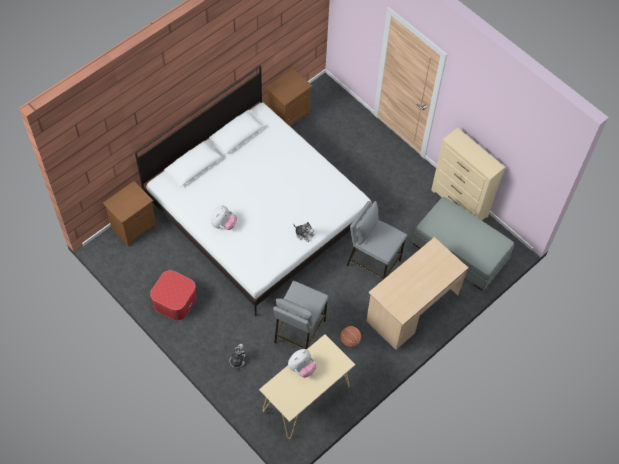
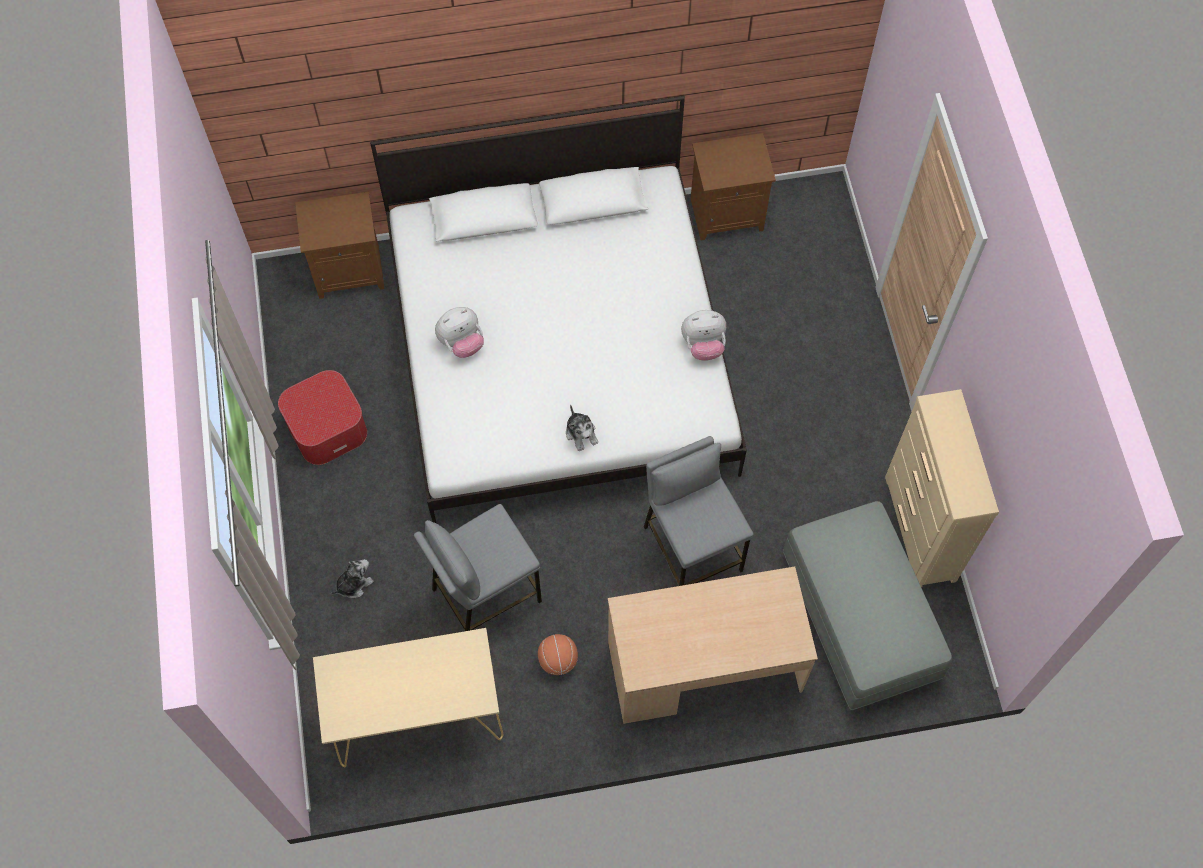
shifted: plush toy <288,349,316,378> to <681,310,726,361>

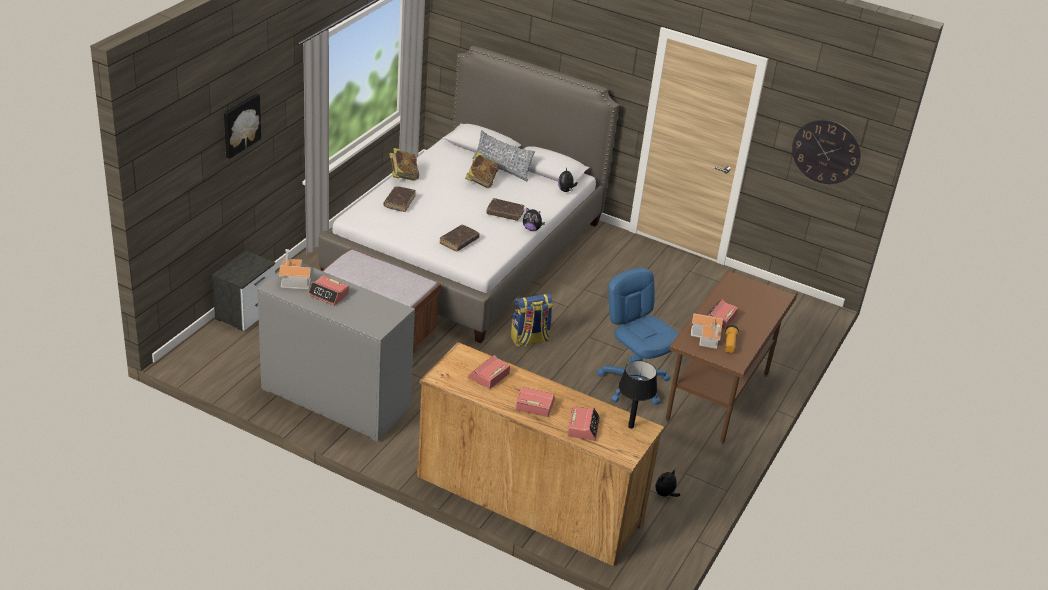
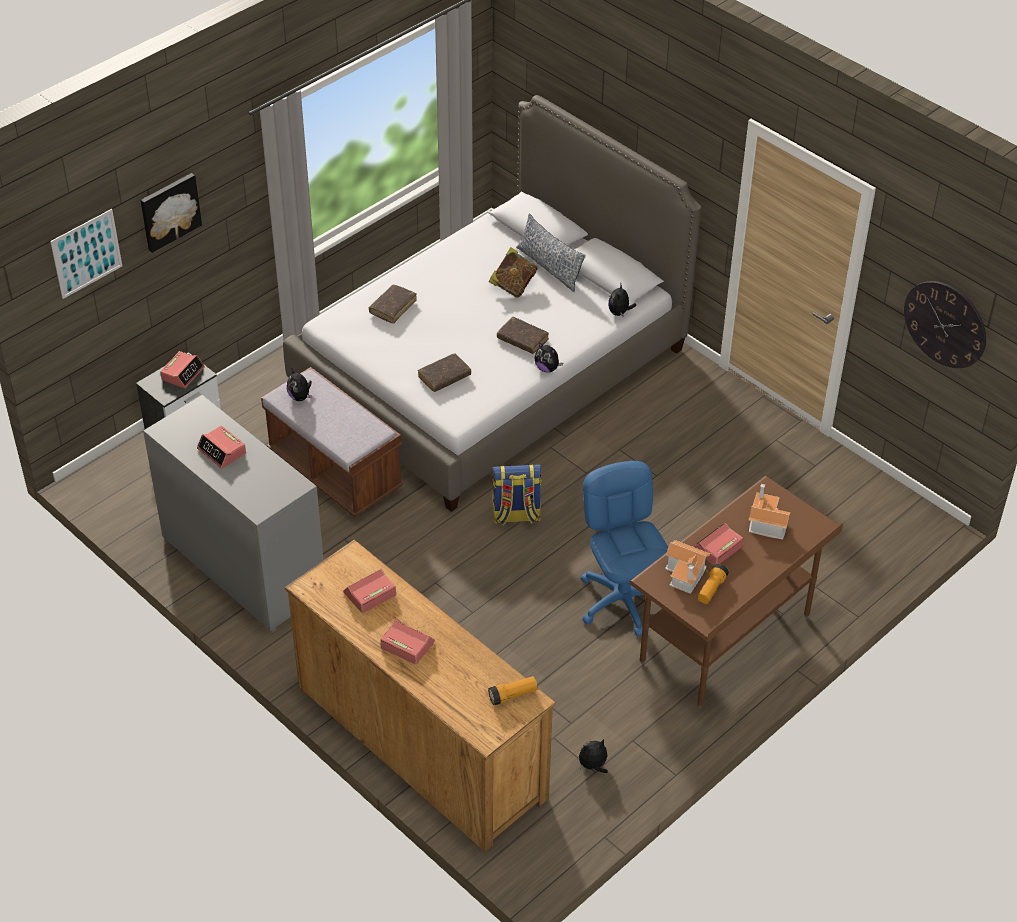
gone: bound book <389,148,419,181>
new: picture <50,209,122,299>; plush toy <287,368,312,401>
shifted: toy house <279,249,311,289> to <749,484,790,540>; bedside clock <567,406,600,441> to <160,351,205,388>
swapped: blackish table lamp <618,360,657,429> to flashlight <488,676,538,705>

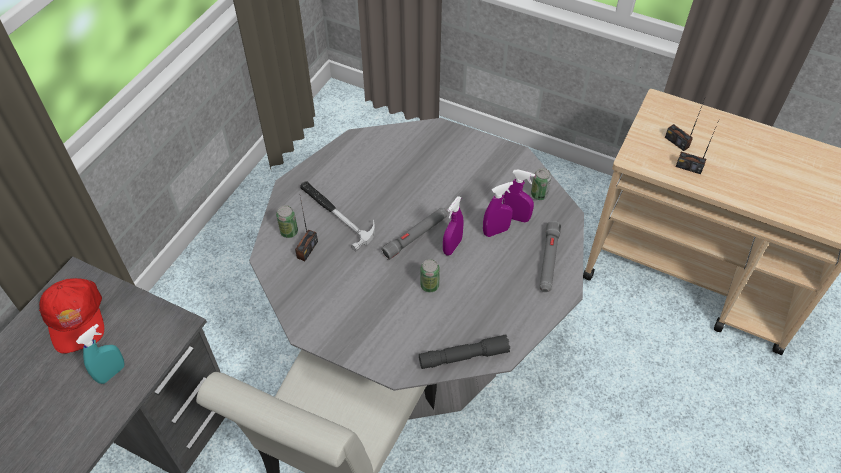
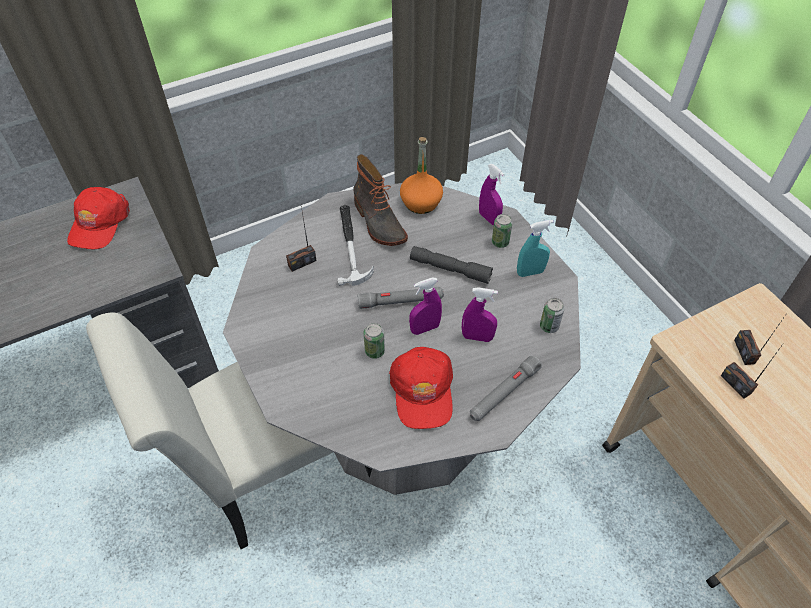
new: orange beverage bottle <400,137,443,214>; tall boot <354,154,408,246>; reddish baseball cap <389,347,453,429>
shifted: purple-coloured sprayer <503,169,535,222> to <479,164,505,225>; sealed can <276,205,298,238> to <492,214,513,248>; turquoise-coloured sprayer <76,324,125,384> to <517,220,554,277>; grey flashlight <419,335,510,369> to <410,246,493,284>

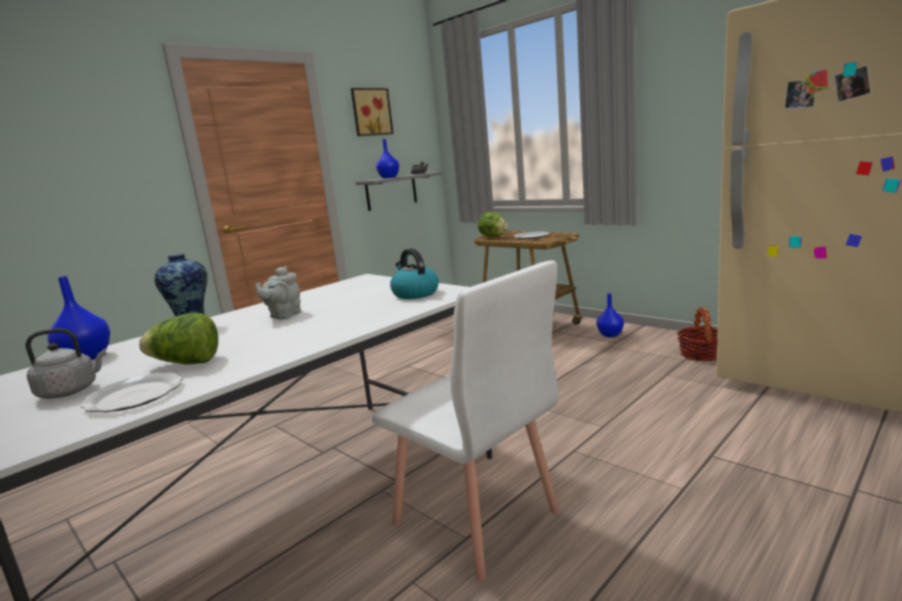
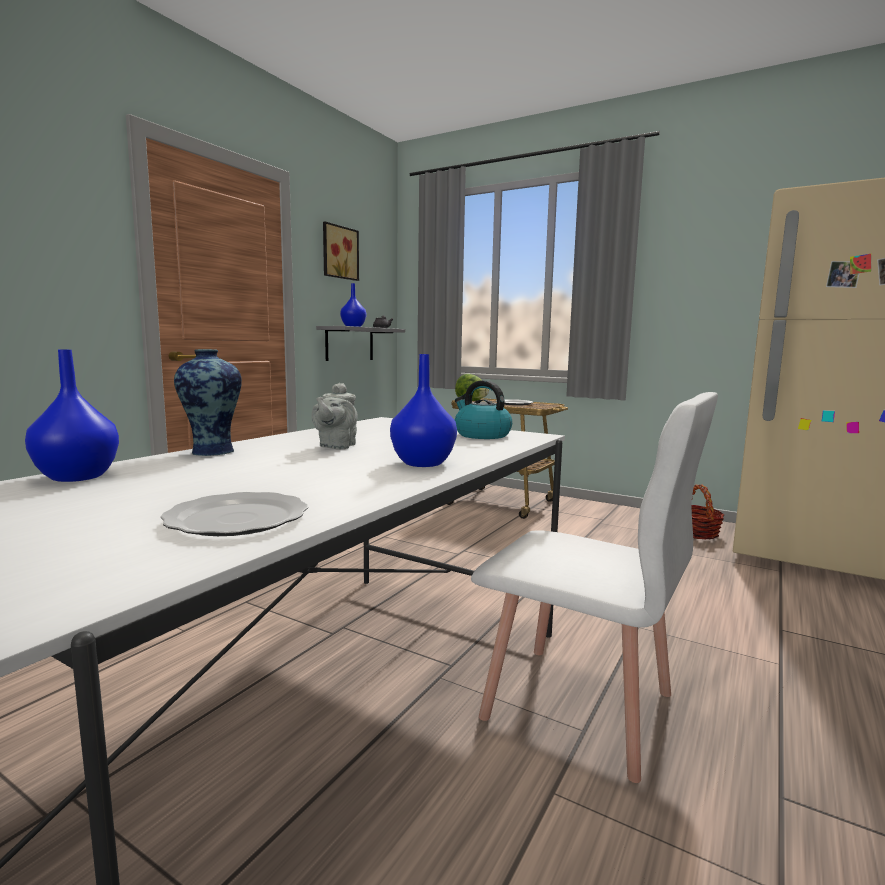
gone: lettuce head <139,312,218,364>; grey tea kettle <25,328,106,399>
shifted: blue-coloured decorative vase <596,293,624,337> to <390,354,457,467>

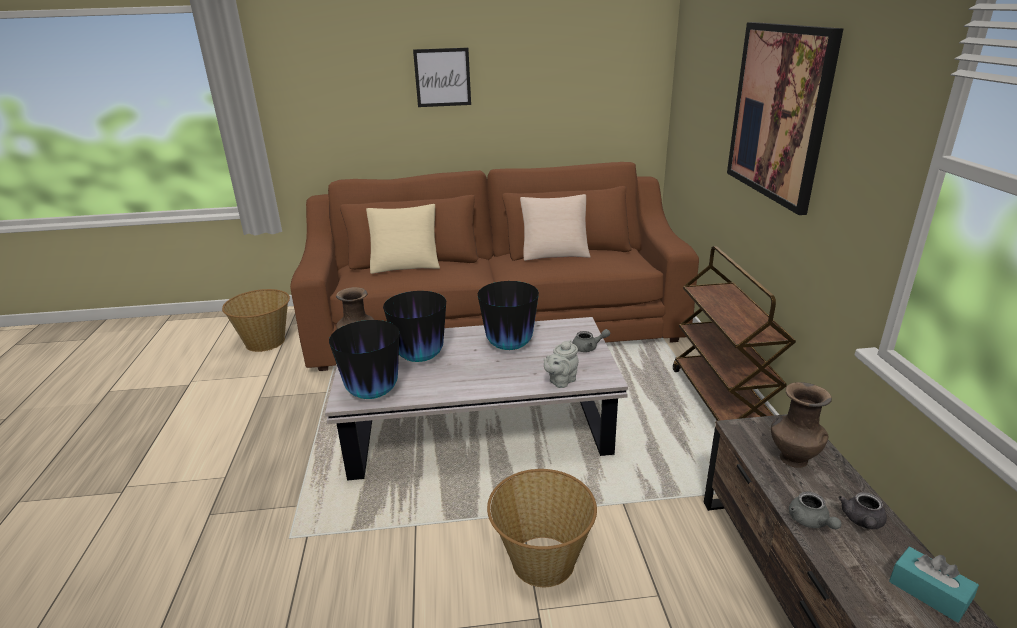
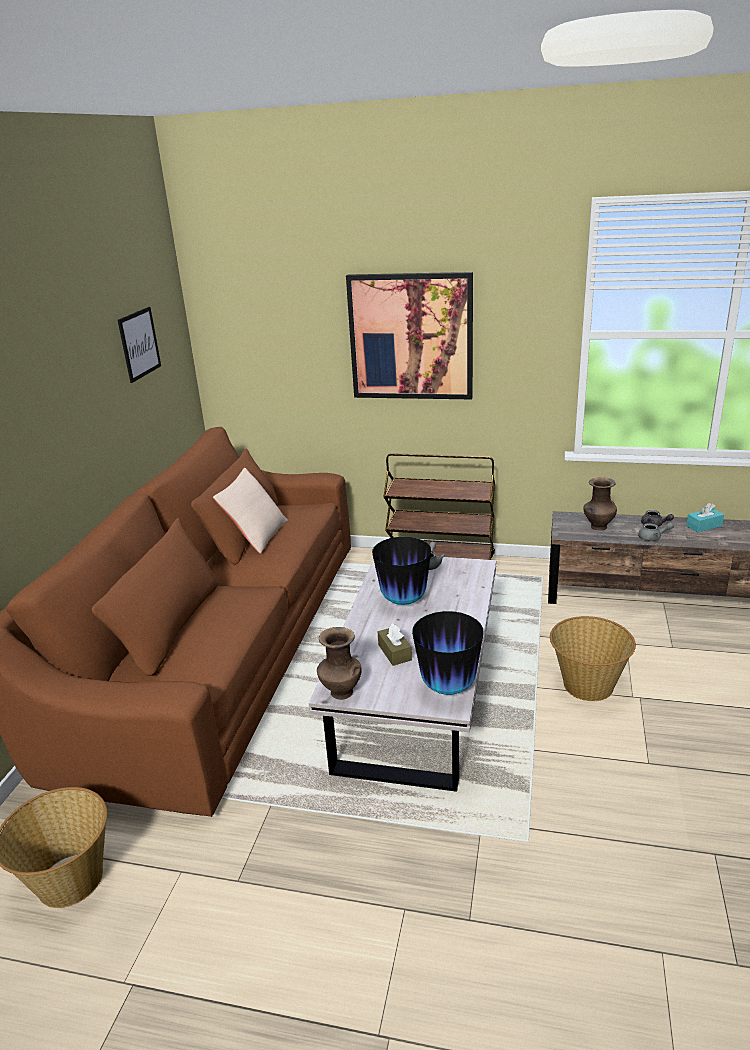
gone: beige-coloured cushion <366,204,440,274>; grey pot for tea <544,340,578,388>
shifted: picture <413,48,471,107> to <118,307,161,383>
swapped: decorative vase <383,291,446,362> to brown-coloured box of tissues <378,623,412,666>

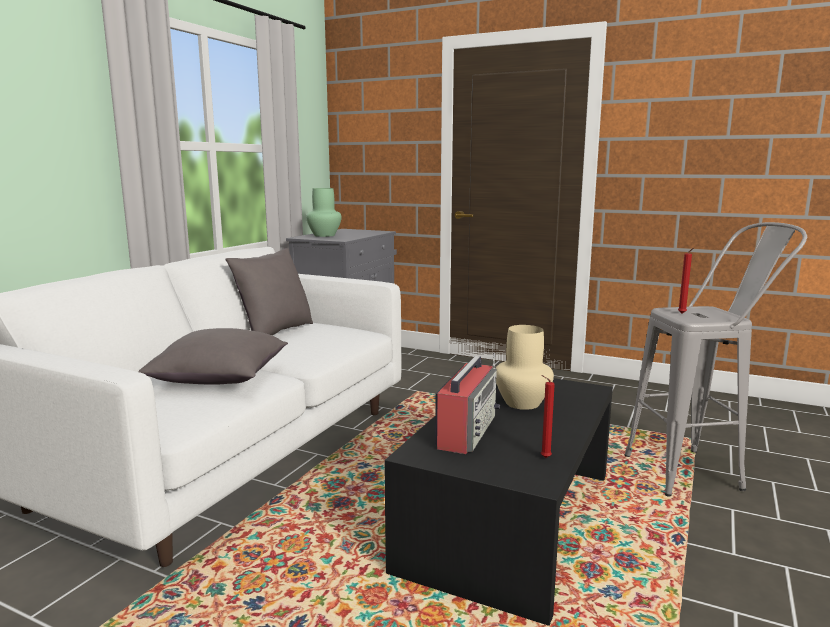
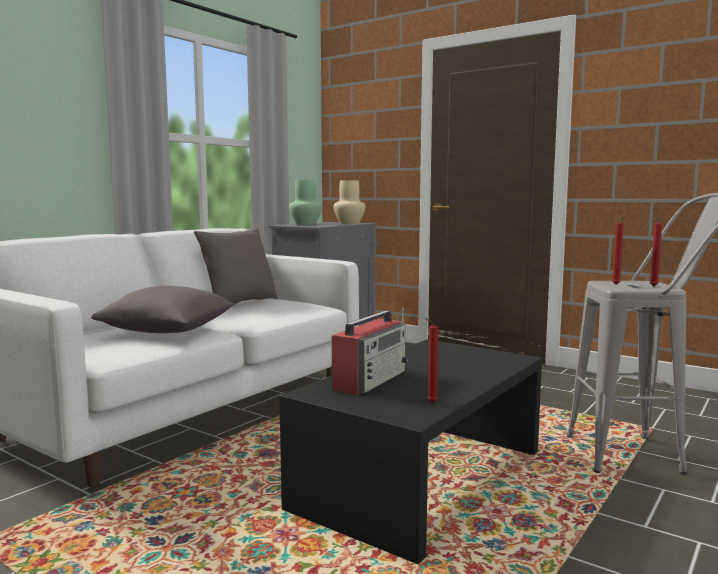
new: reddish wax light <649,216,662,286>
shifted: beige-coloured decorative vase <495,325,554,410> to <333,180,365,224>

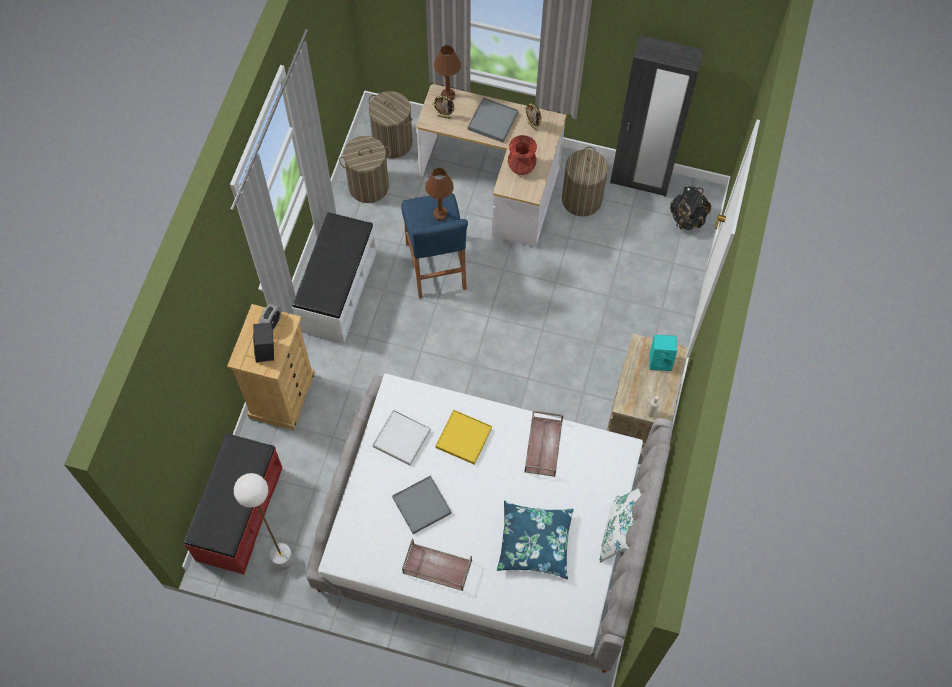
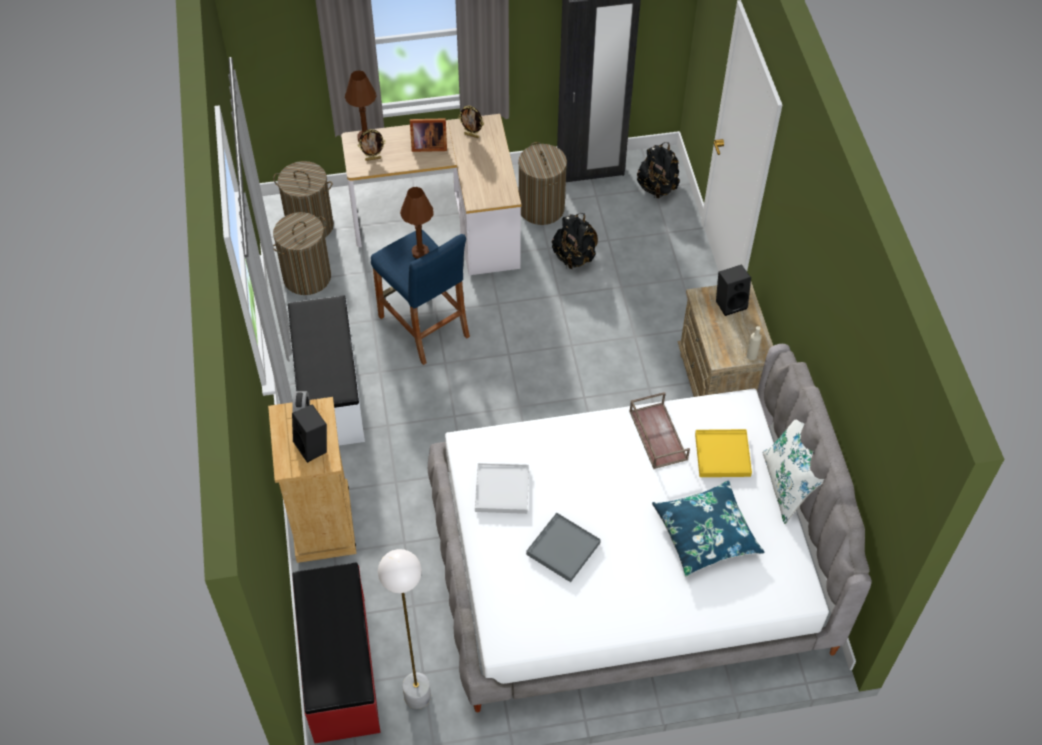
gone: reddish decorative vase <508,135,537,175>; brown-coloured tray <402,539,472,591>
new: blackish rucksack <552,213,598,269>
shifted: yellow tray <436,410,492,465> to <695,429,752,477>
swapped: grey tray <468,97,518,143> to photo frame <410,118,447,152>
repainted: turquoise-coloured loudspeaker <649,335,677,371> to blackish loudspeaker <716,264,751,316>

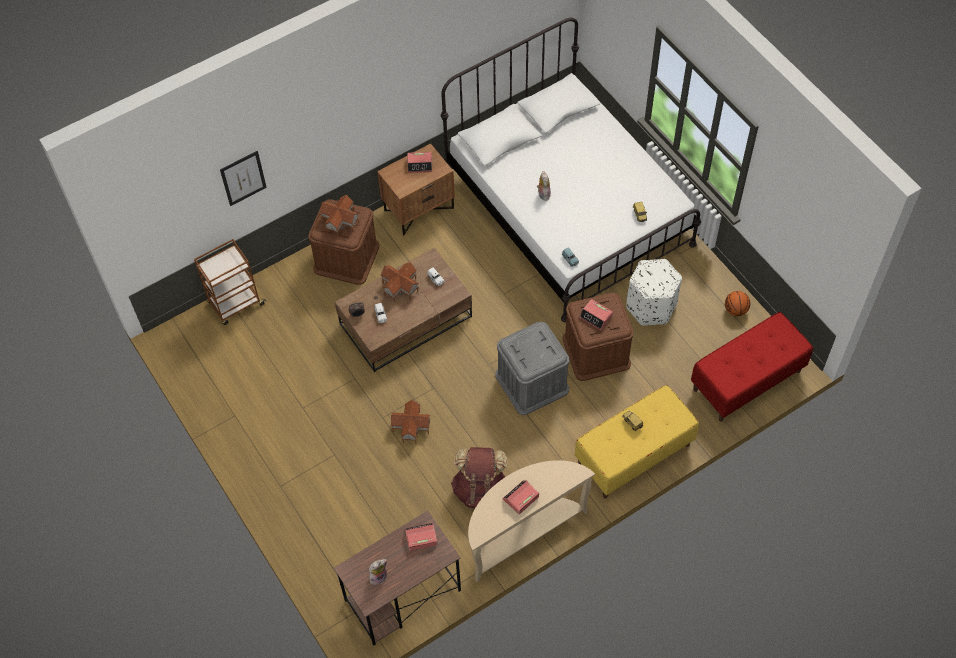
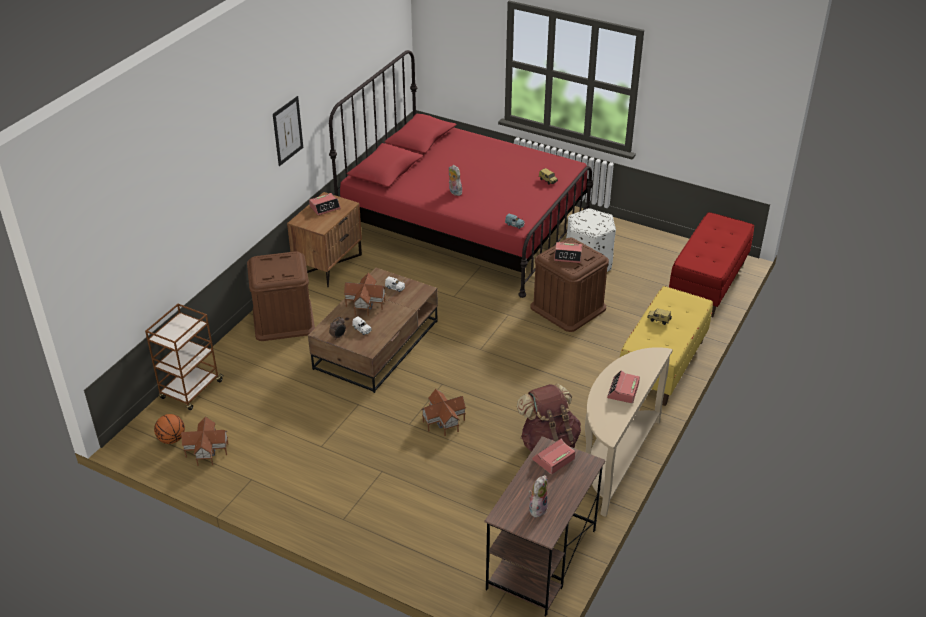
gone: grey storage bin <495,322,569,415>
shifted: picture <220,151,267,206> to <273,96,303,166>; toy house <319,195,359,237> to <181,416,228,466>; basketball <725,291,750,316> to <154,414,185,444>
repainted: white-coloured sleeping bed <440,18,701,322> to reddish sleeping bed <329,50,593,298>

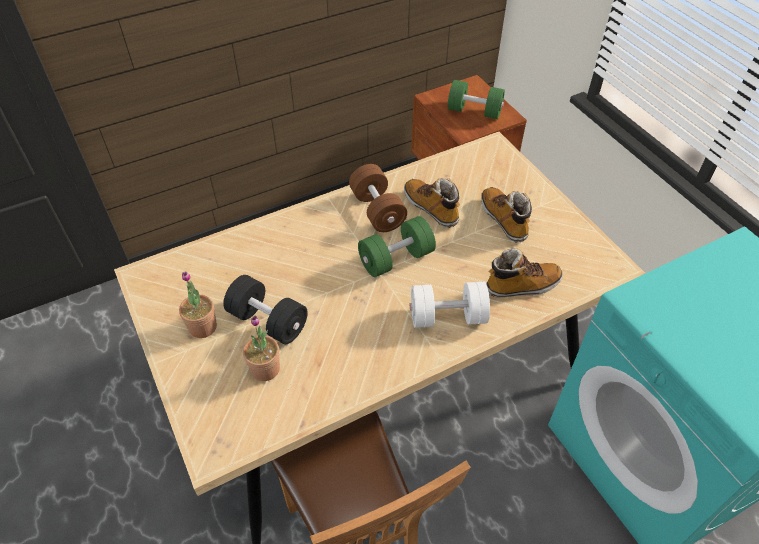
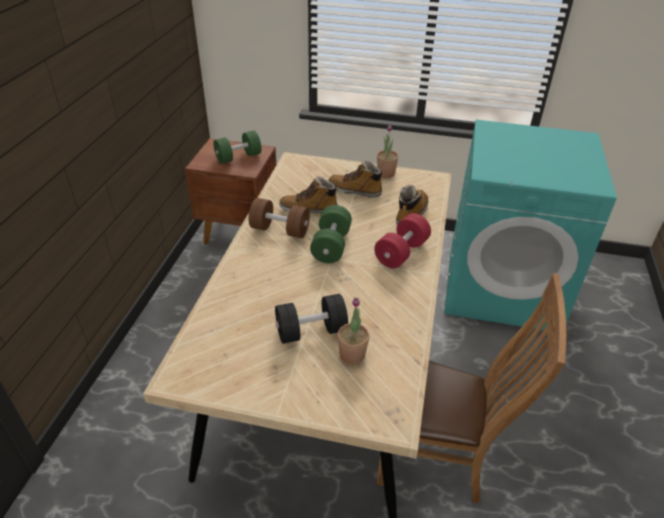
shifted: potted plant <179,272,217,338> to <377,124,398,178>
repainted: white-coloured free weight <410,282,490,328> to reddish free weight <374,213,431,269>

